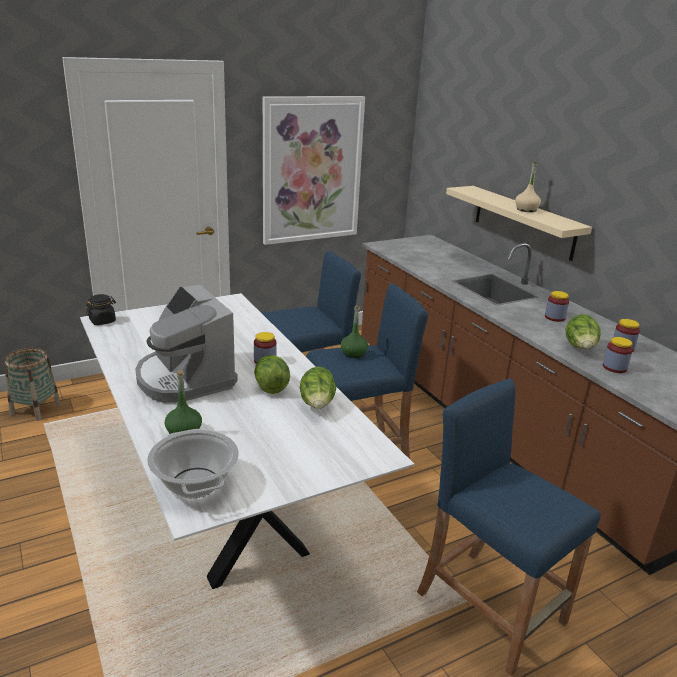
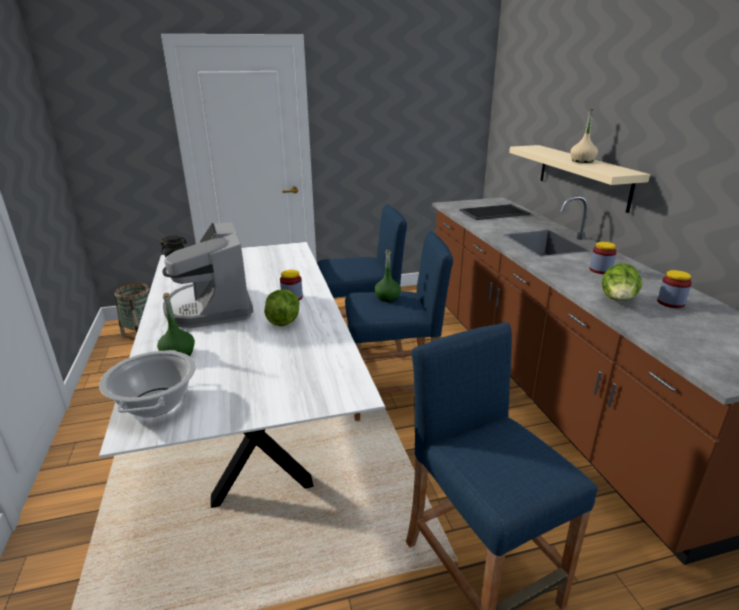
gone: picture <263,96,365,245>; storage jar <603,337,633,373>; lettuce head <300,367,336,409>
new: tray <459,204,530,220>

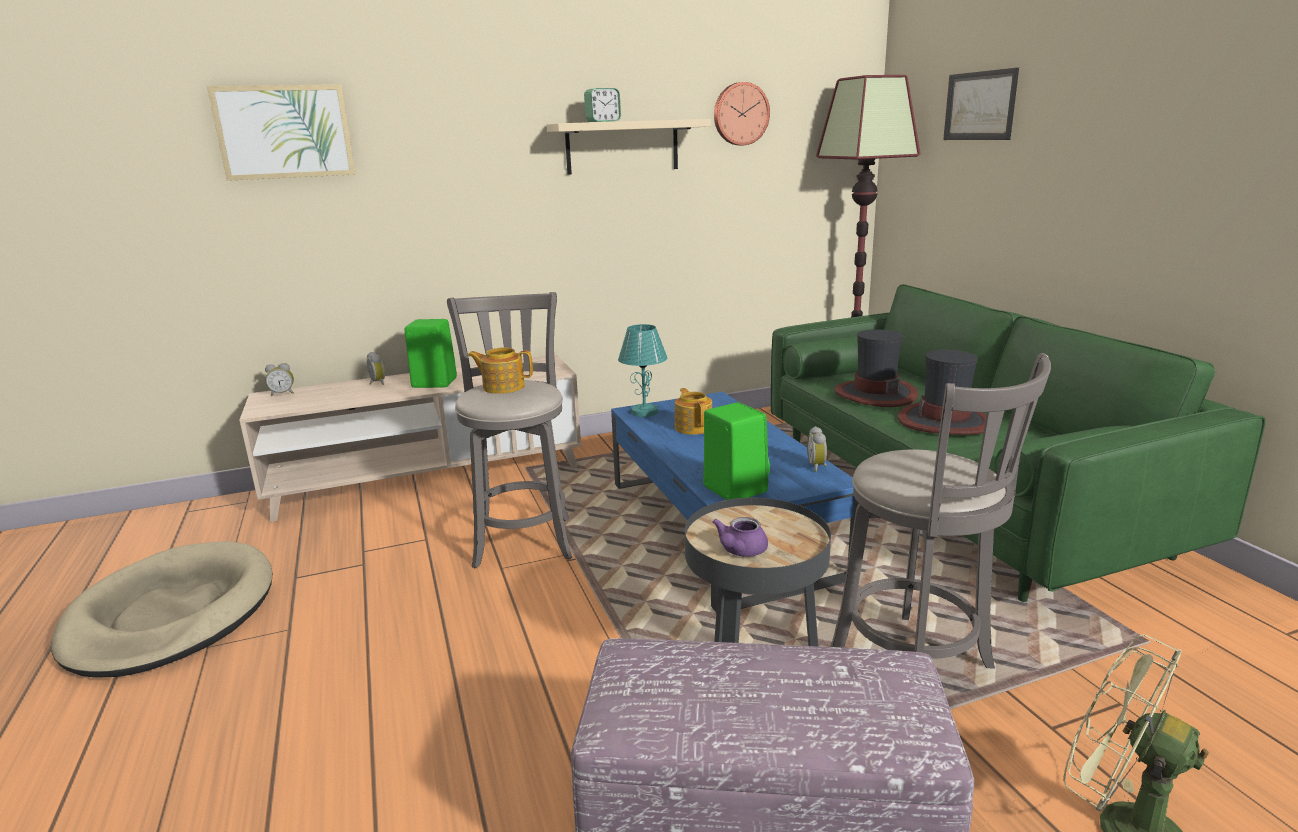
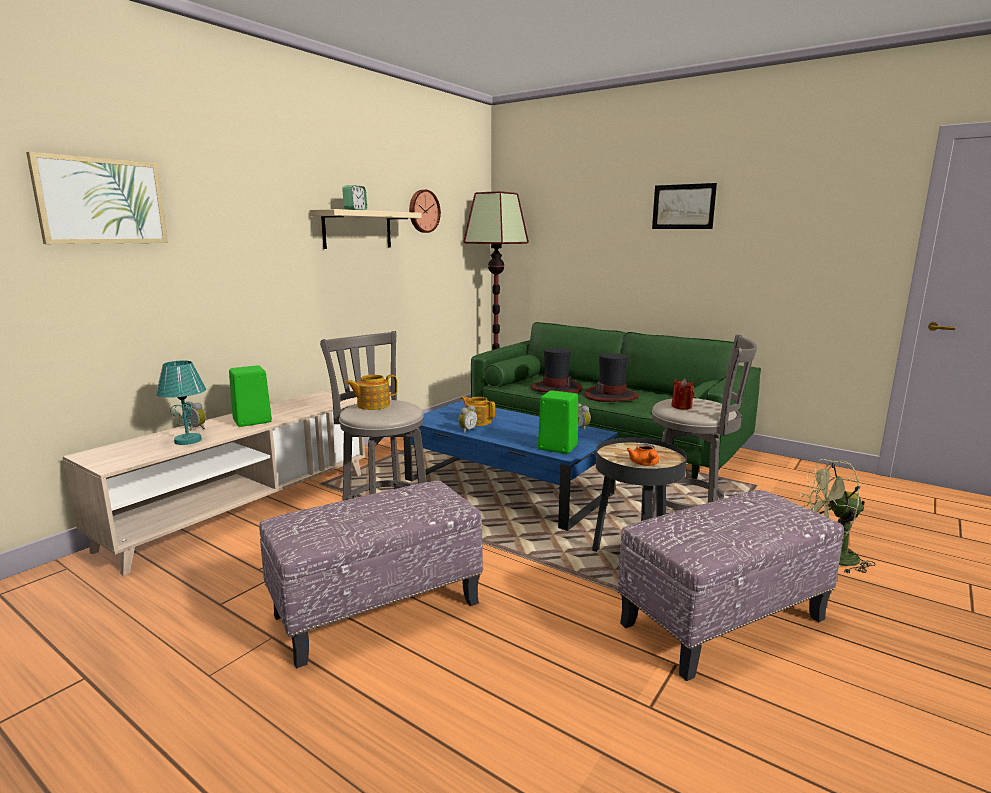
gone: beige-coloured dog bed <51,541,273,678>
new: reddish wax light <671,379,694,410>; ottoman <259,481,483,668>
shifted: picture <943,68,1019,140> to <652,183,717,229>; turquoise-coloured table lamp <618,324,667,417> to <156,361,206,445>; bedside clock <265,363,294,396> to <458,405,477,433>
repainted: purple-coloured pot for tea <713,517,768,557> to orange pot for tea <627,444,659,466>

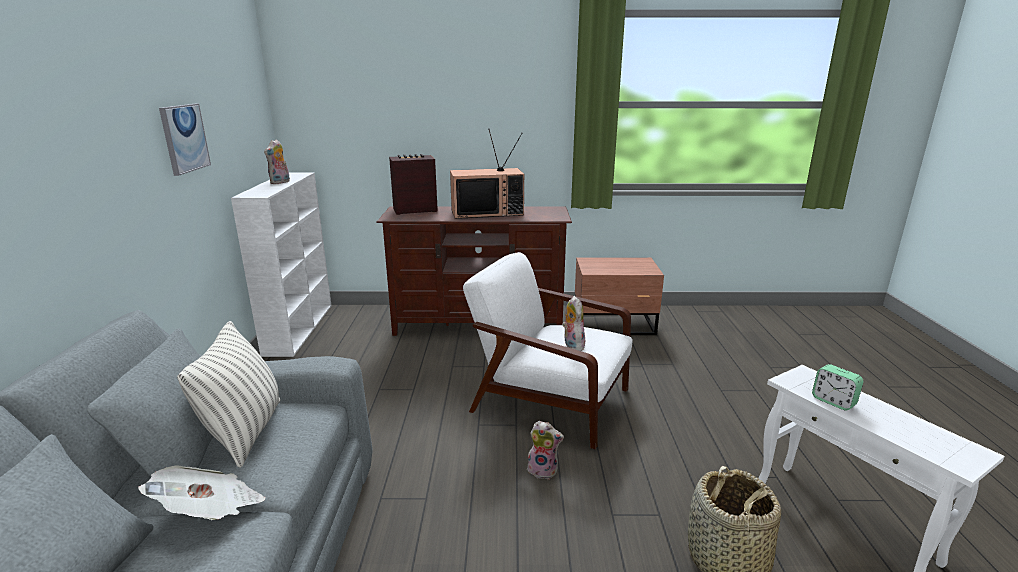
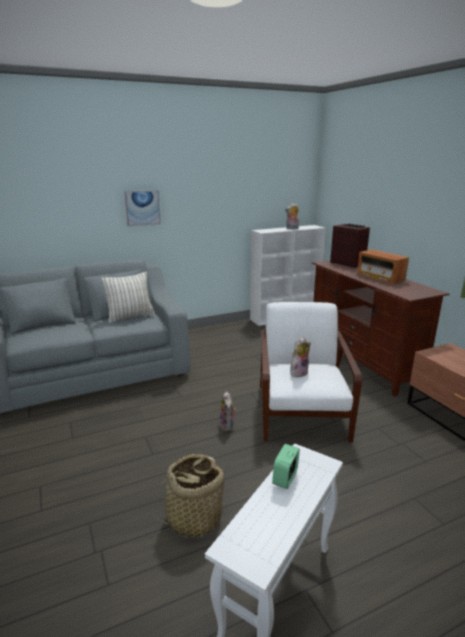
gone: printed paper <138,465,266,520>
shifted: picture <159,104,211,176> to <124,190,161,226>
swapped: television <450,130,524,219> to radio receiver <357,250,409,284>

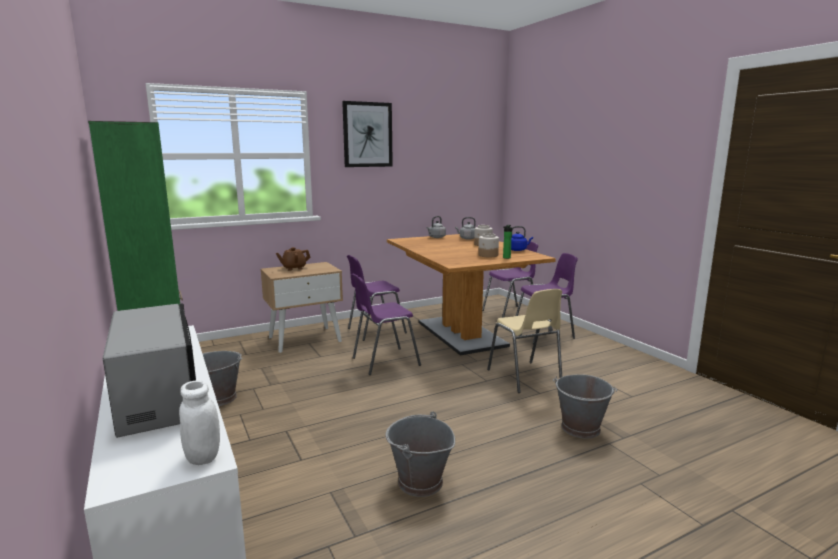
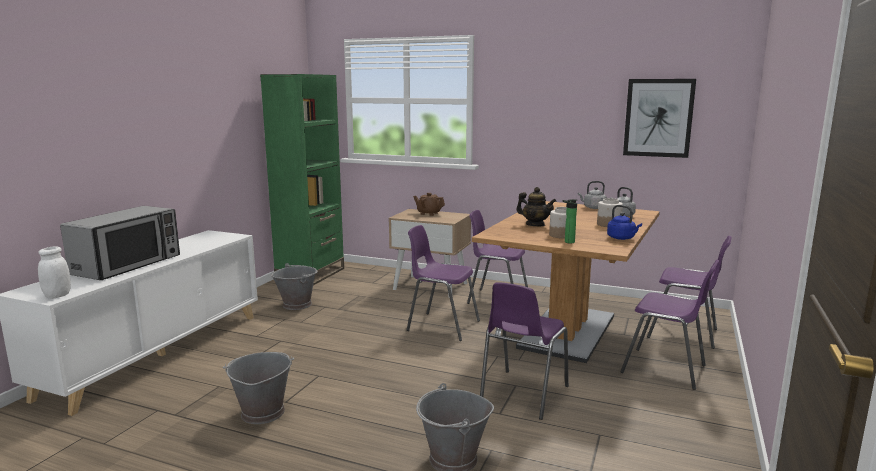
new: pot for tea <516,187,556,226>
shifted: picture <342,101,393,167> to <623,79,696,158>
repainted: beige-coloured chair <487,289,562,393> to purple-coloured chair <480,282,569,420>

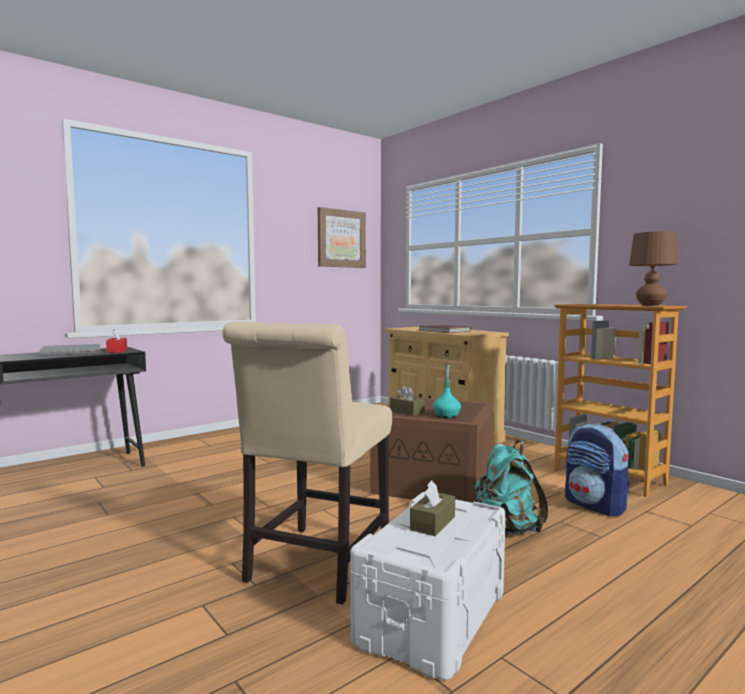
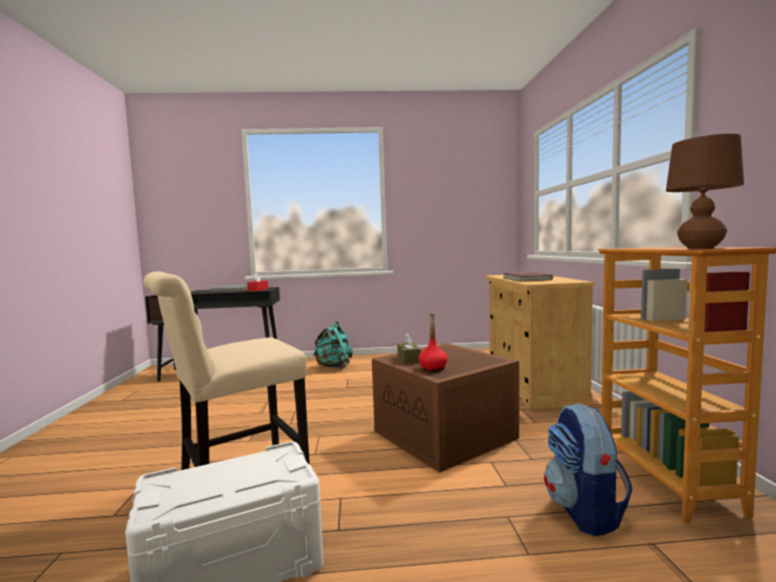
gone: picture <318,207,366,268>; brown-coloured box of tissues <410,480,455,536>
shifted: turquoise-coloured rucksack <475,440,548,535> to <313,321,353,369>
repainted: turquoise-coloured beverage bottle <433,363,461,418> to reddish beverage bottle <418,314,448,372>

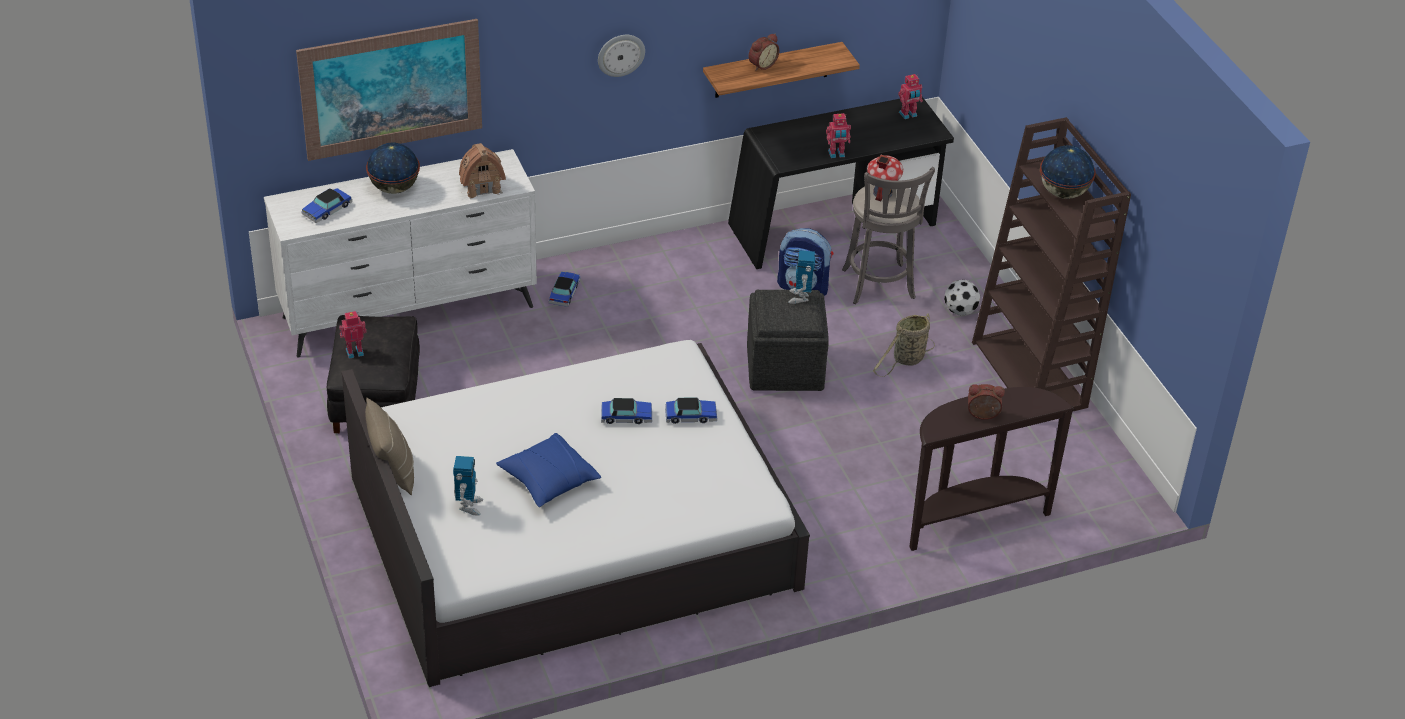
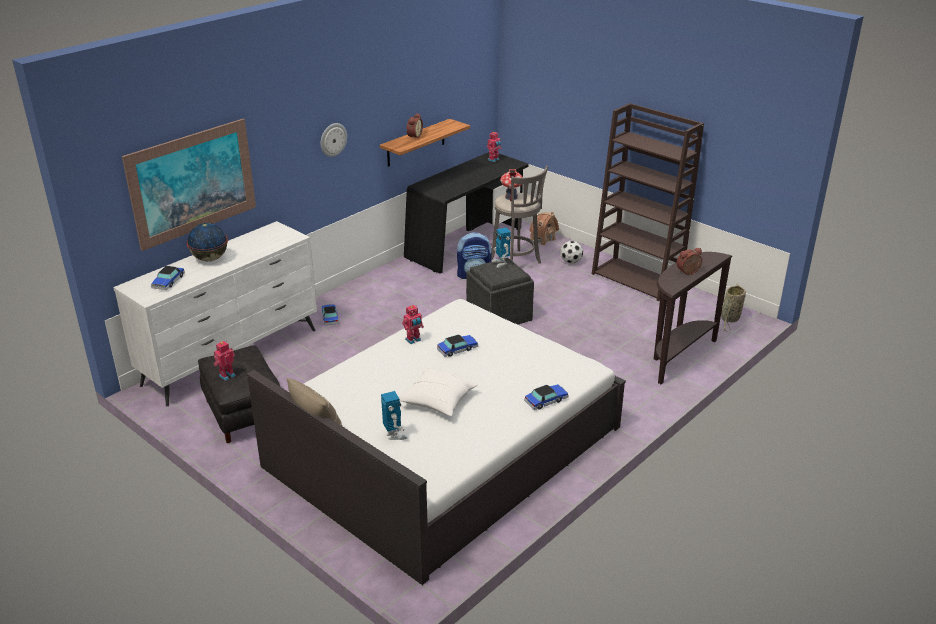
gone: world globe <1040,145,1096,199>
shifted: model robot <826,113,851,158> to <402,305,424,344>; toy house <459,143,506,199> to <529,212,559,246>; household basket <873,313,935,377> to <721,284,746,332>; toy car <665,397,717,424> to <524,384,569,410>
repainted: blue-coloured cushion <496,433,601,507> to white-coloured cushion <399,369,478,416>

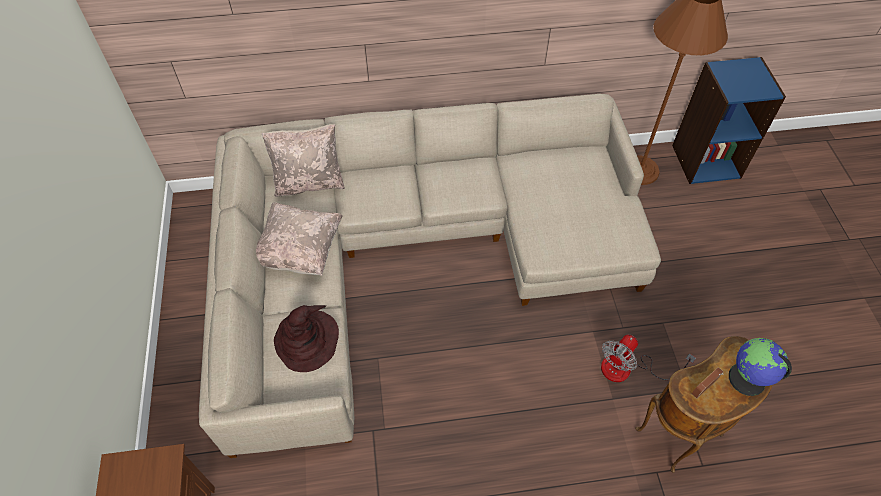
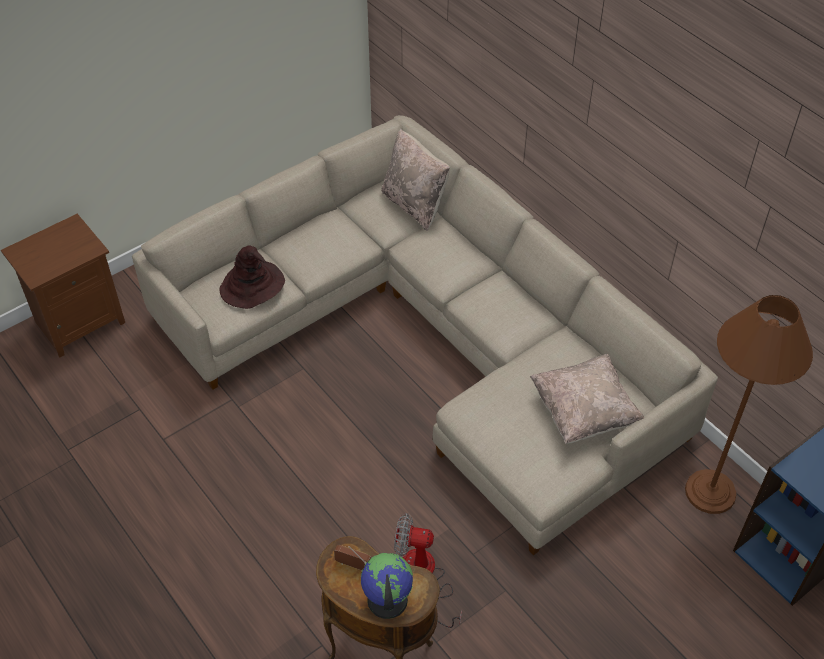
shifted: beige-coloured cushion <256,202,343,276> to <530,354,644,444>

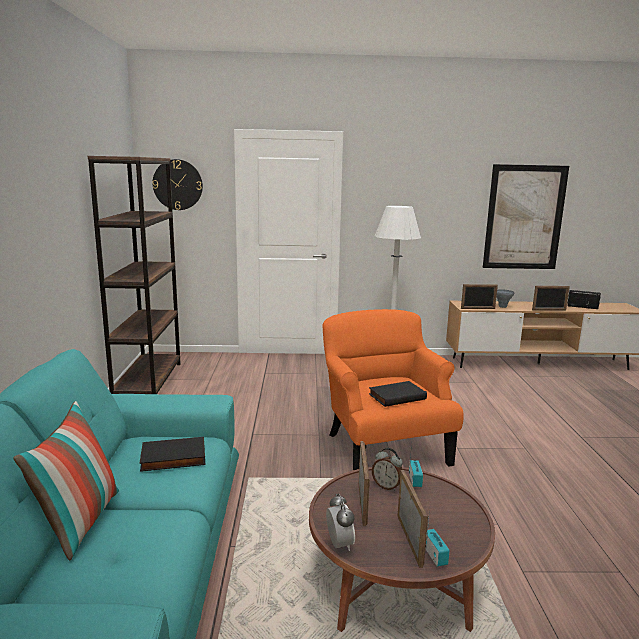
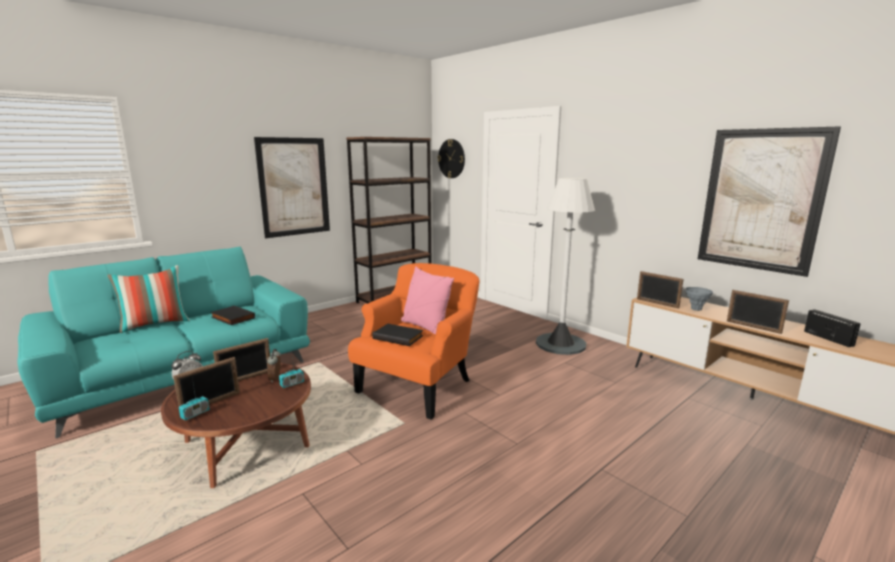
new: picture <254,137,330,238>; pink-coloured cushion <401,266,454,335>

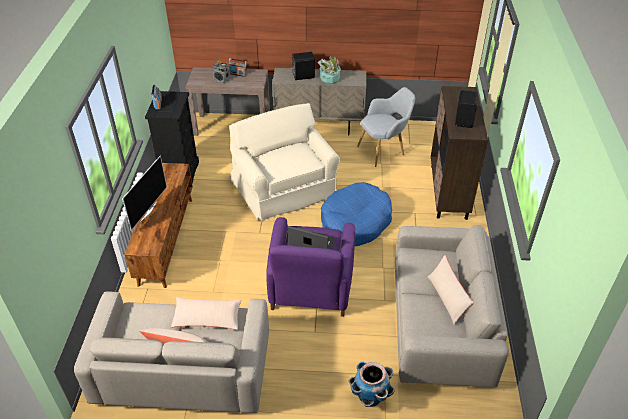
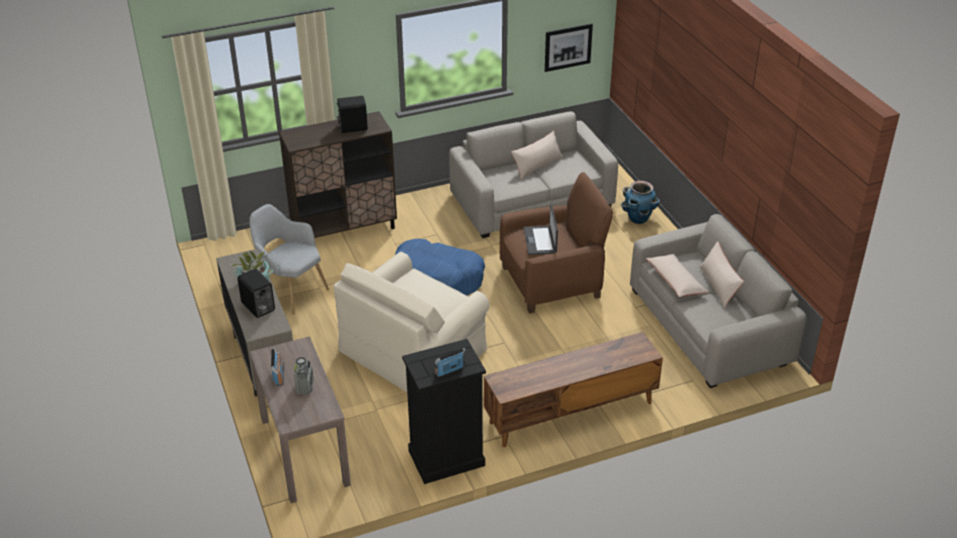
gone: television <122,155,167,231>
new: picture <545,23,593,72>
repainted: purple-coloured lounge chair <266,217,355,317> to brown-coloured lounge chair <499,172,613,314>

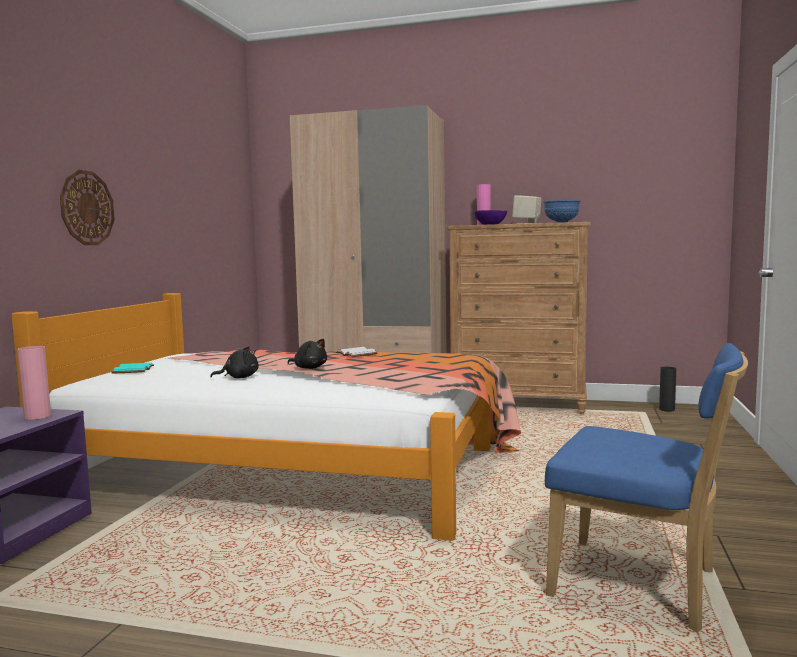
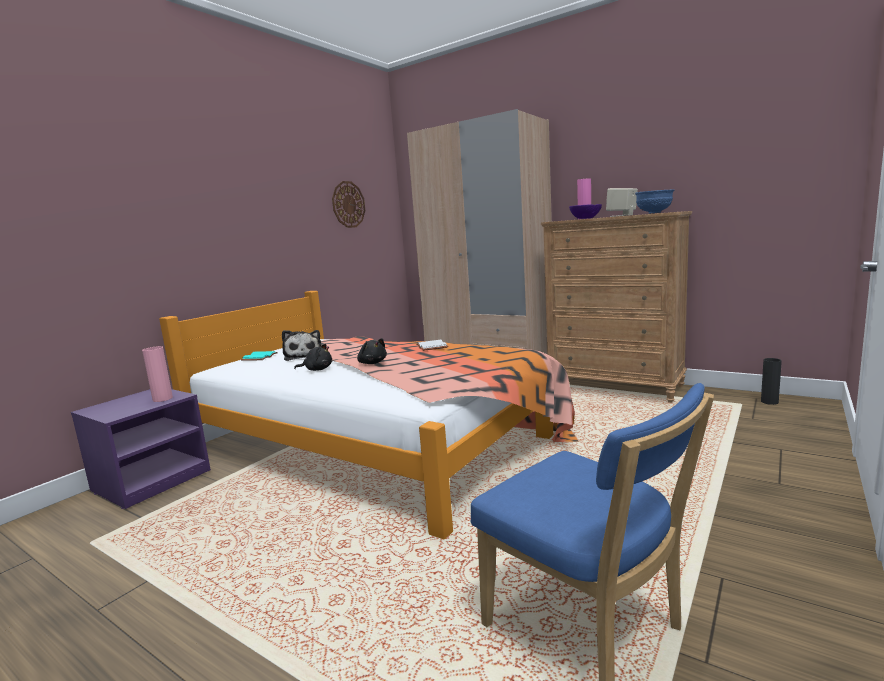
new: plush toy <282,330,321,361>
shifted: hanging clock <60,170,115,245> to <332,181,365,228>

